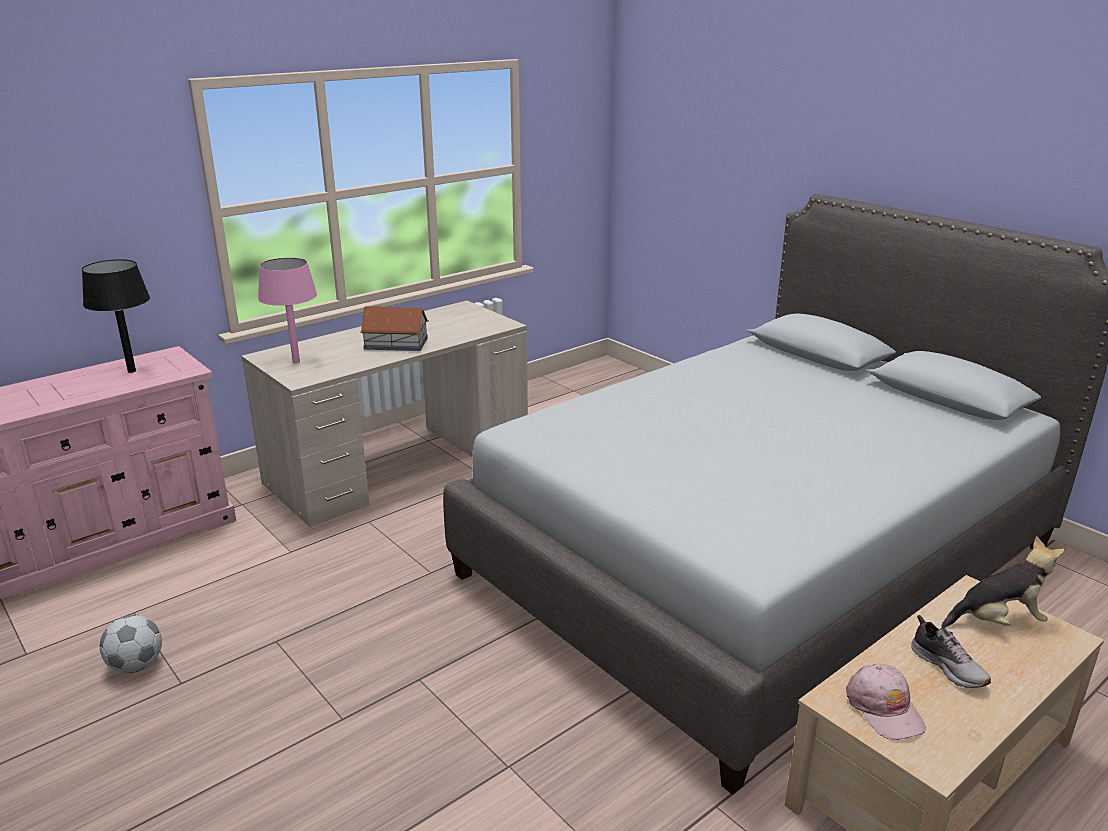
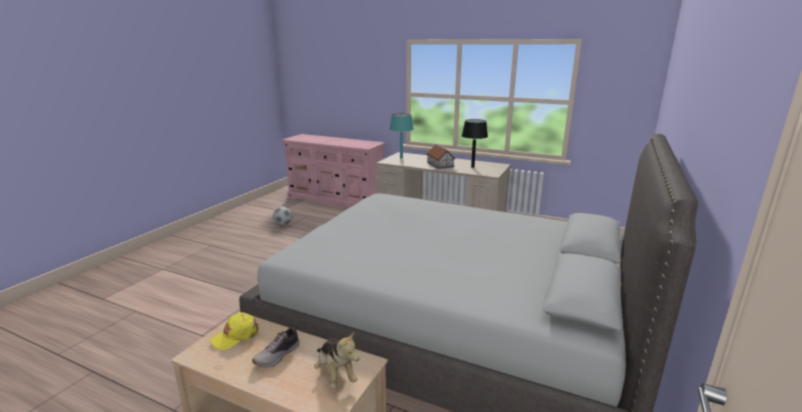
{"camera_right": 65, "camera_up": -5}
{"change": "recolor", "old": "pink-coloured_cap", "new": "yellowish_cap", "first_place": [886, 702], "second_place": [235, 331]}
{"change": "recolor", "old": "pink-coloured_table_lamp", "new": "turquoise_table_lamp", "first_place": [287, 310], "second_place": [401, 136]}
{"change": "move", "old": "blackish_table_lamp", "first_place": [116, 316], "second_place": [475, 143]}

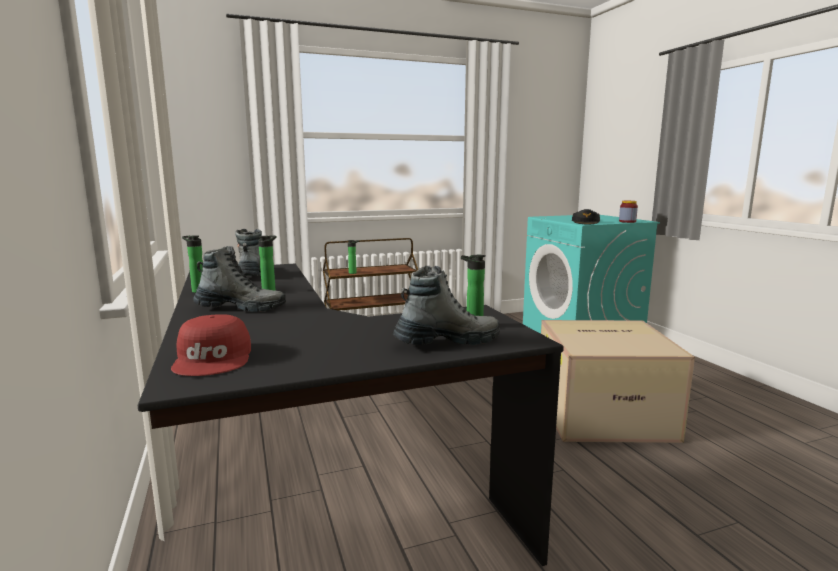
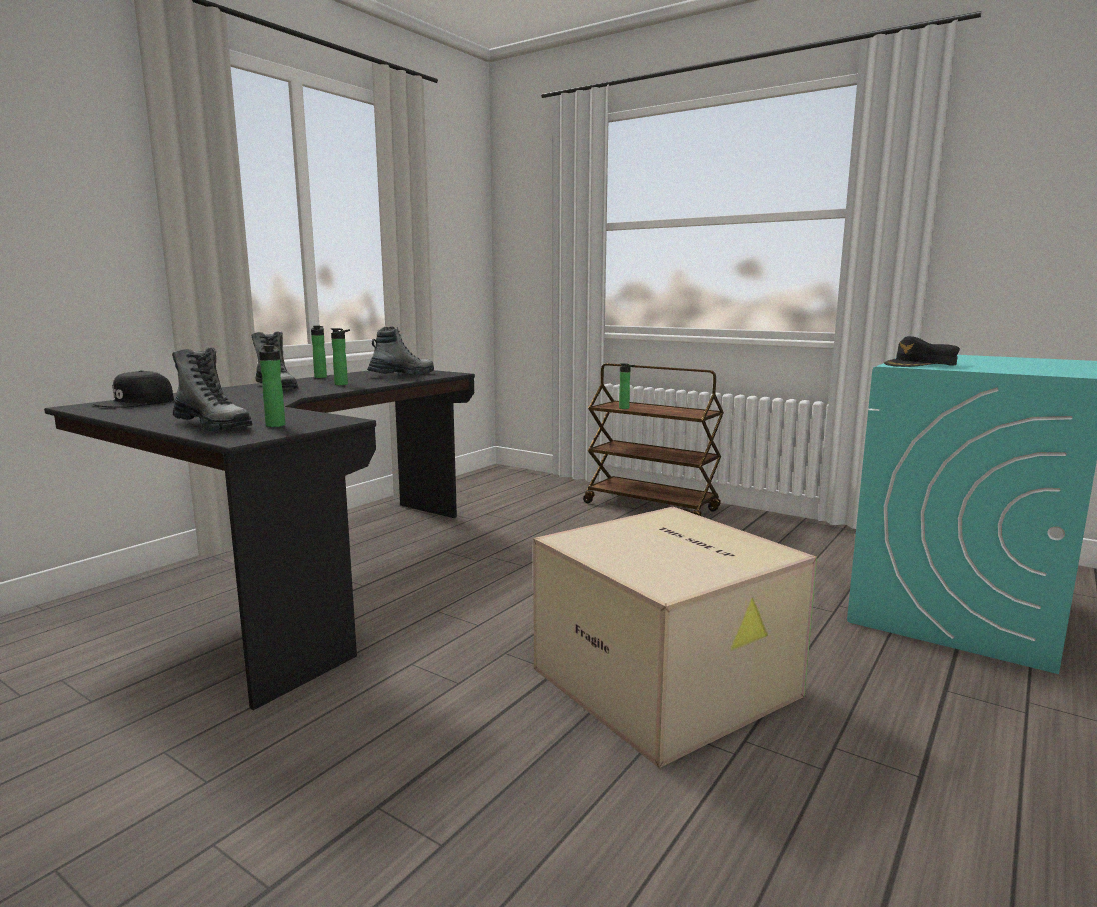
{"camera_right": 55, "camera_up": 0}
{"change": "recolor", "old": "red_cap", "new": "blackish_cap", "first_place": [211, 345], "second_place": [133, 389]}
{"change": "delete", "old": "storage_jar", "first_place": [628, 212]}

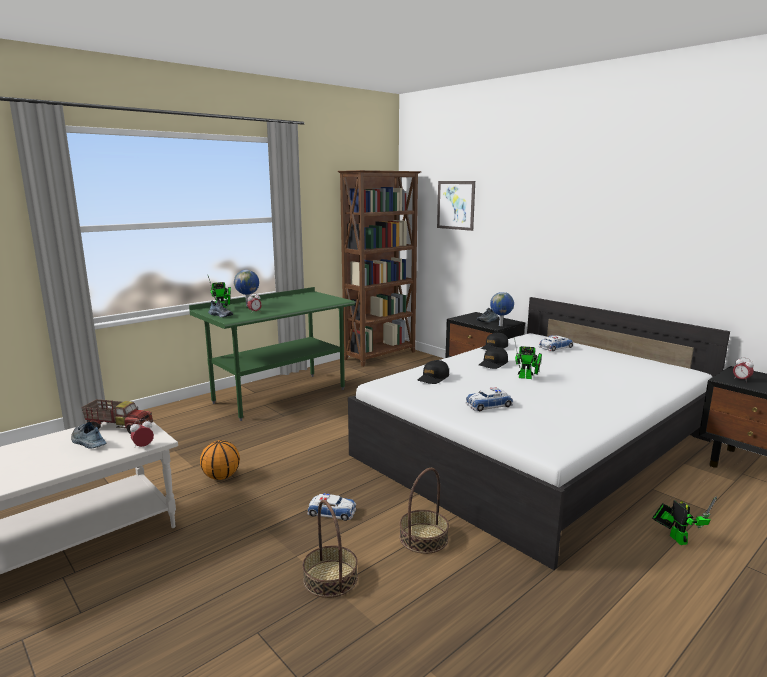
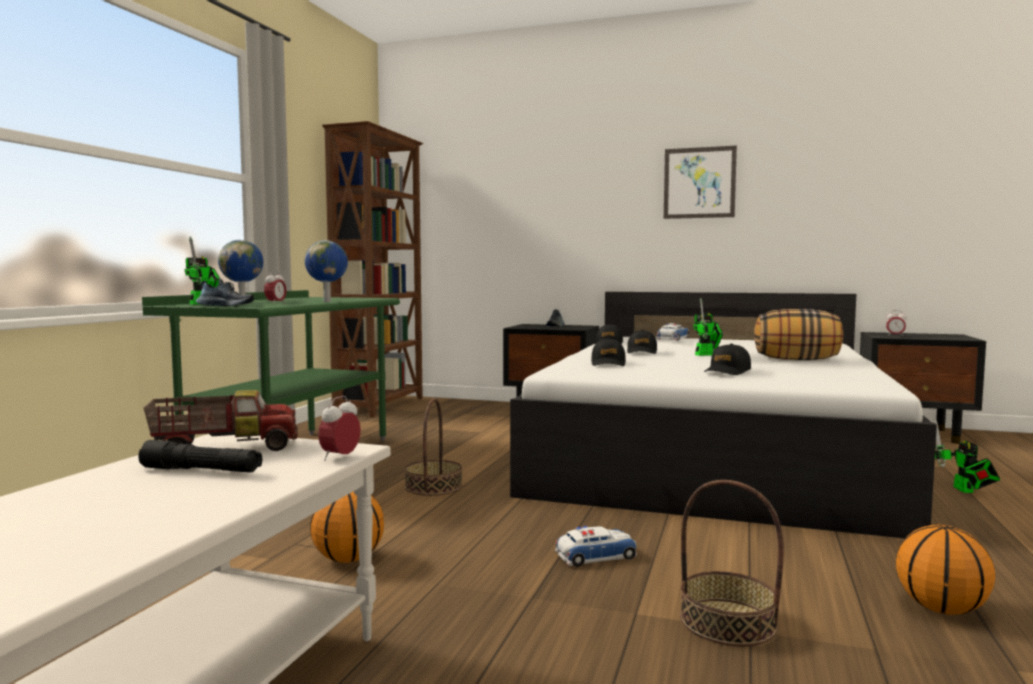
{"camera_right": -30, "camera_up": -10}
{"change": "replace", "old": "item_of_footwear", "new": "blackish_flashlight", "first_place": [88, 435], "second_place": [200, 456]}
{"change": "move", "old": "world_globe", "first_place": [502, 309], "second_place": [326, 271]}
{"change": "move", "old": "basket", "first_place": [424, 511], "second_place": [433, 447]}
{"change": "move", "old": "wall_picture", "first_place": [456, 206], "second_place": [700, 182]}
{"change": "replace", "old": "miniature_car", "new": "blackish_cap", "first_place": [489, 399], "second_place": [727, 359]}
{"change": "insert", "new": "cushion", "second_place": [798, 334]}
{"change": "insert", "new": "ball_for_basketball", "second_place": [945, 570]}
{"change": "rotate", "old": "model_robot", "first_place": [684, 520], "second_place": [966, 456], "degrees": -135}

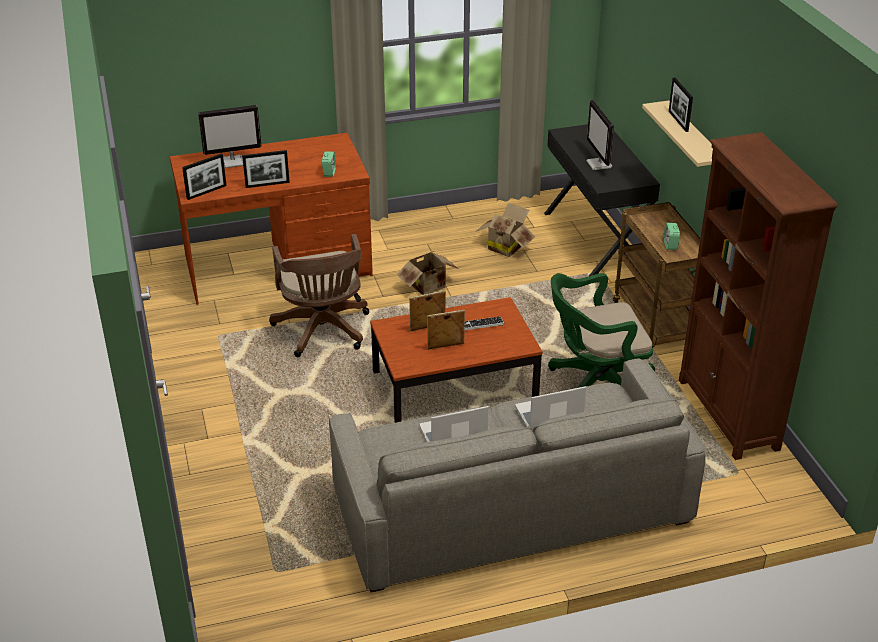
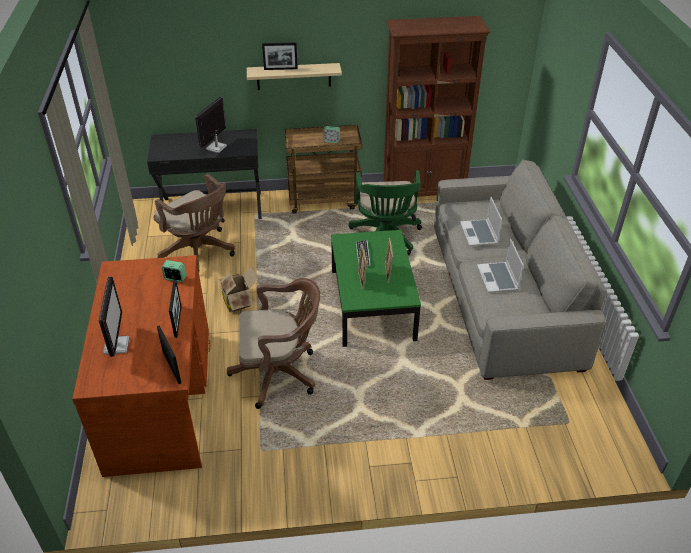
{"camera_right": -80, "camera_up": 5}
{"change": "replace", "old": "packing_box", "new": "brown_computer_chair", "first_place": [505, 230], "second_place": [194, 222]}
{"change": "rotate", "old": "computer_screen", "first_place": [600, 135], "second_place": [211, 125], "degrees": 120}
{"change": "recolor", "old": "brown_lounge_table", "new": "green-coloured_lounge_table", "first_place": [456, 360], "second_place": [376, 288]}

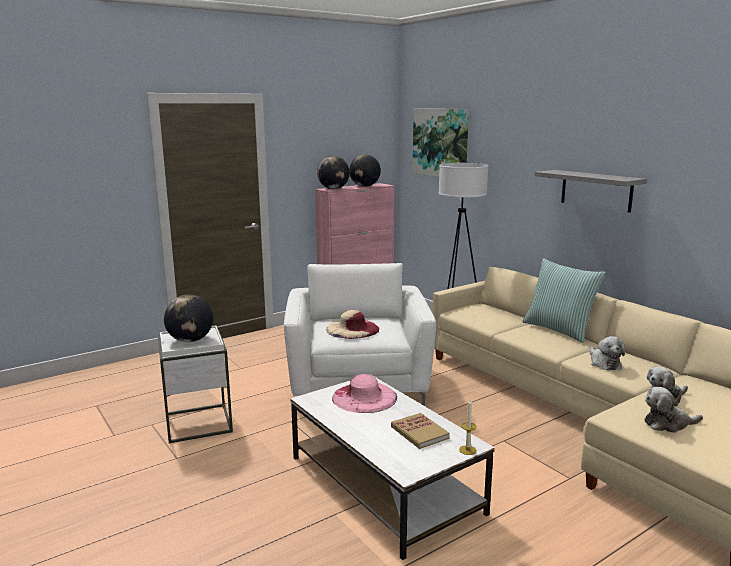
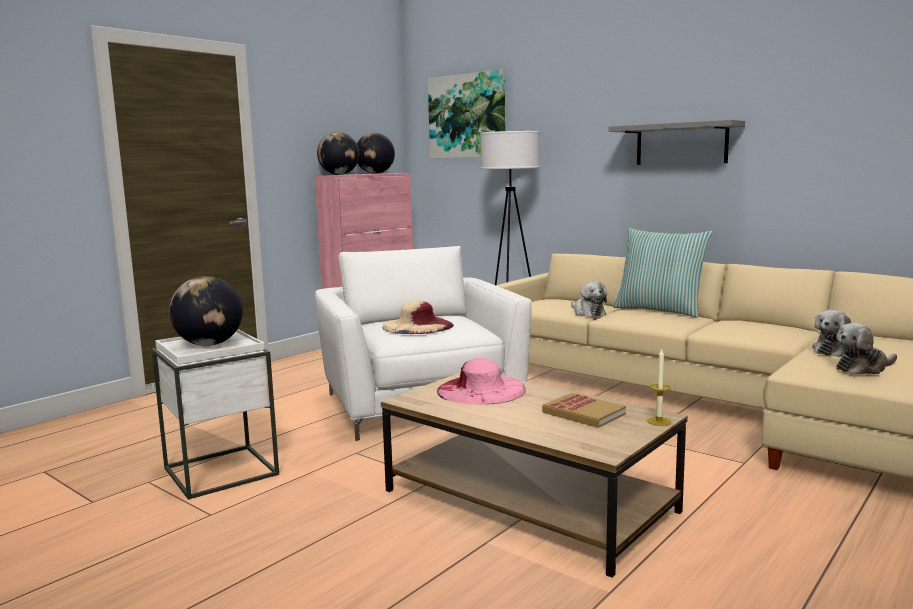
{"camera_right": -15, "camera_up": -5}
{"change": "recolor", "old": "whitish_lounge_table", "new": "brown_lounge_table", "first_place": [392, 467], "second_place": [534, 475]}
{"change": "move", "old": "plush_toy", "first_place": [607, 353], "second_place": [589, 299]}

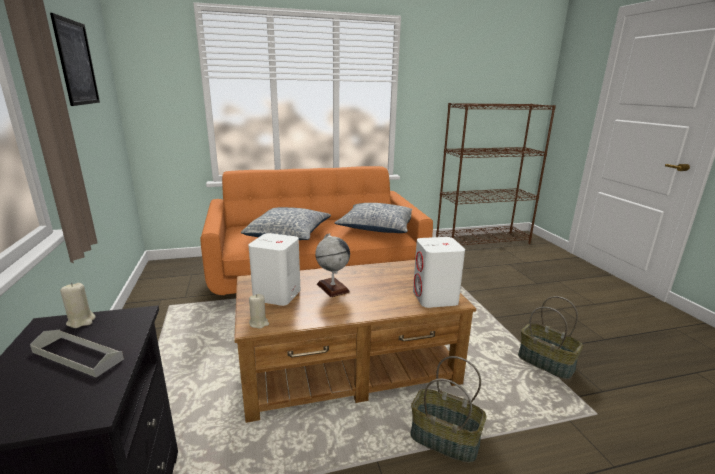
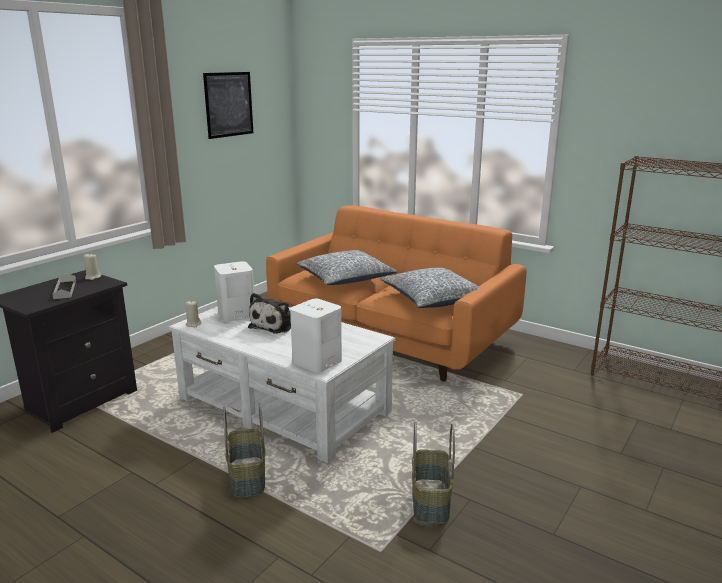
{"camera_right": 50, "camera_up": 0}
{"change": "recolor", "old": "brown_lounge_table", "new": "whitish_lounge_table", "first_place": [355, 341], "second_place": [282, 384]}
{"change": "replace", "old": "world_globe", "new": "plush_toy", "first_place": [332, 265], "second_place": [269, 313]}

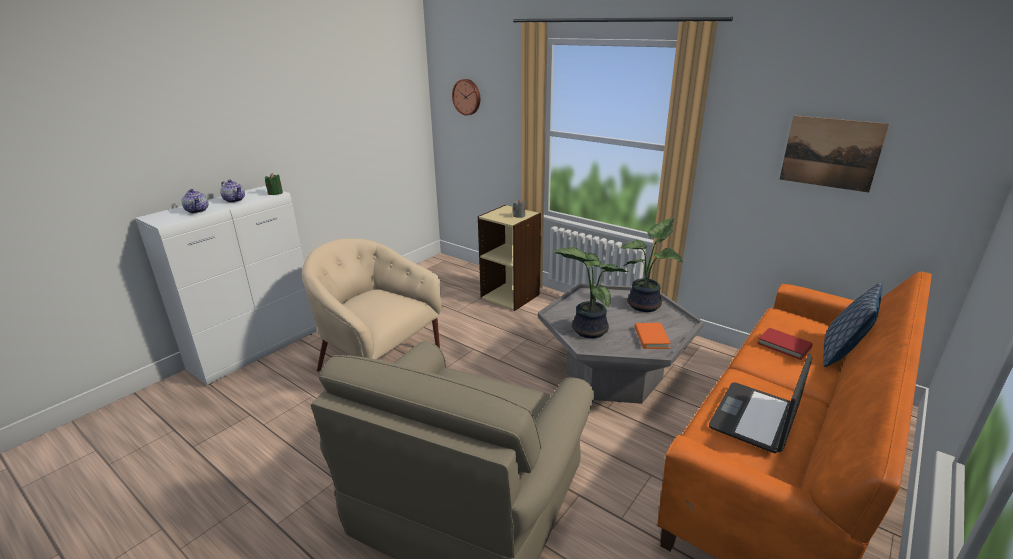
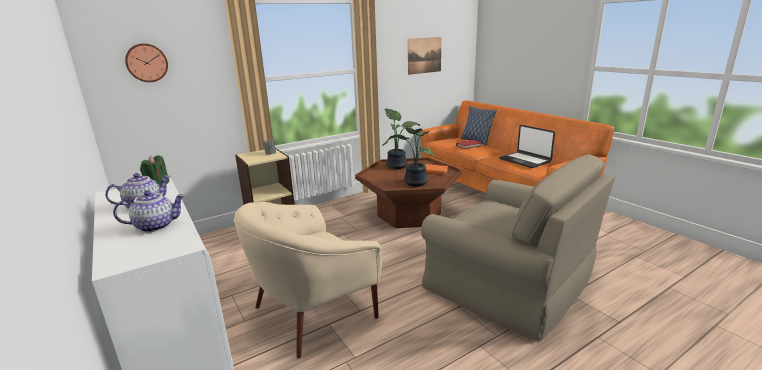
{"camera_right": -70, "camera_up": -5}
{"change": "recolor", "old": "grey_lounge_table", "new": "brown_lounge_table", "first_place": [621, 344], "second_place": [409, 192]}

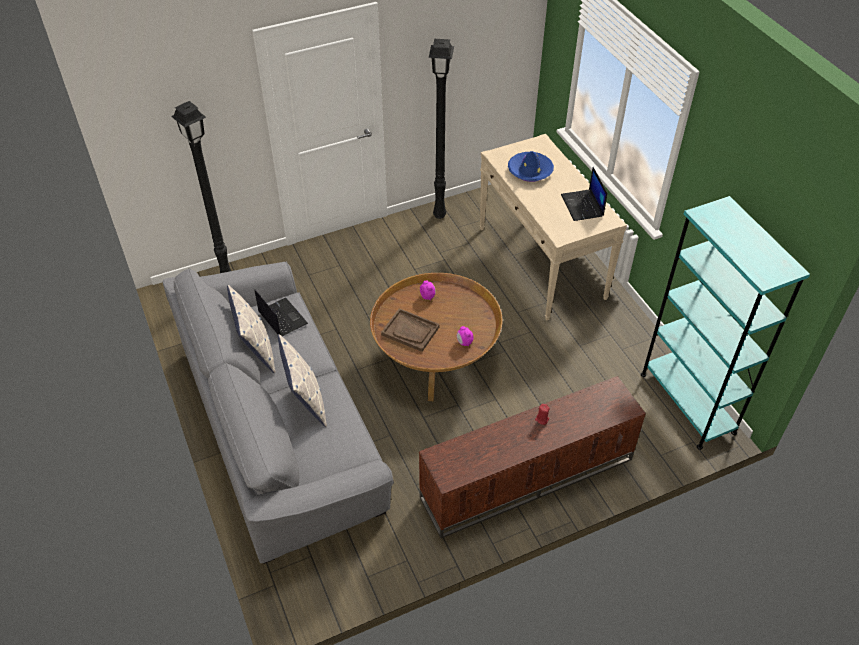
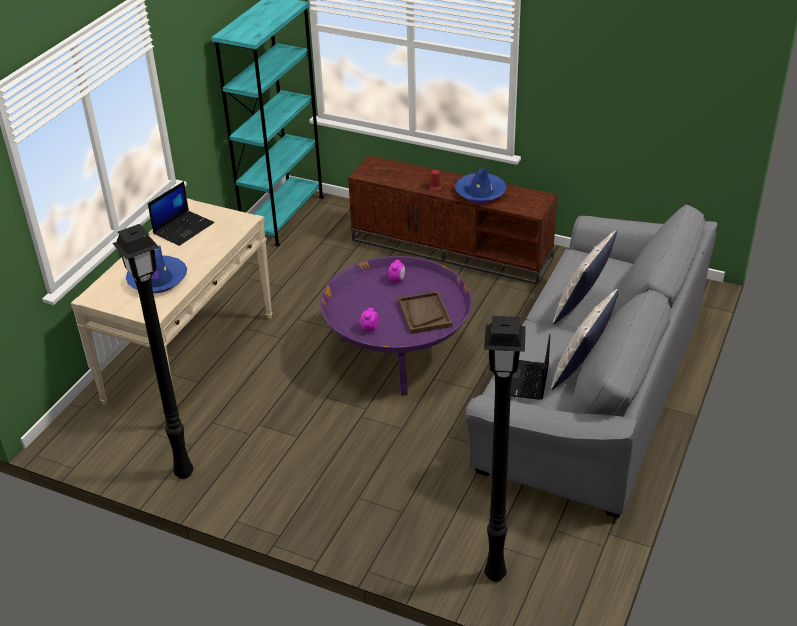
{"camera_right": -130, "camera_up": -10}
{"change": "recolor", "old": "brown_lounge_table", "new": "purple_lounge_table", "first_place": [436, 337], "second_place": [396, 326]}
{"change": "insert", "new": "bluish_clothing_hat", "second_place": [481, 185]}

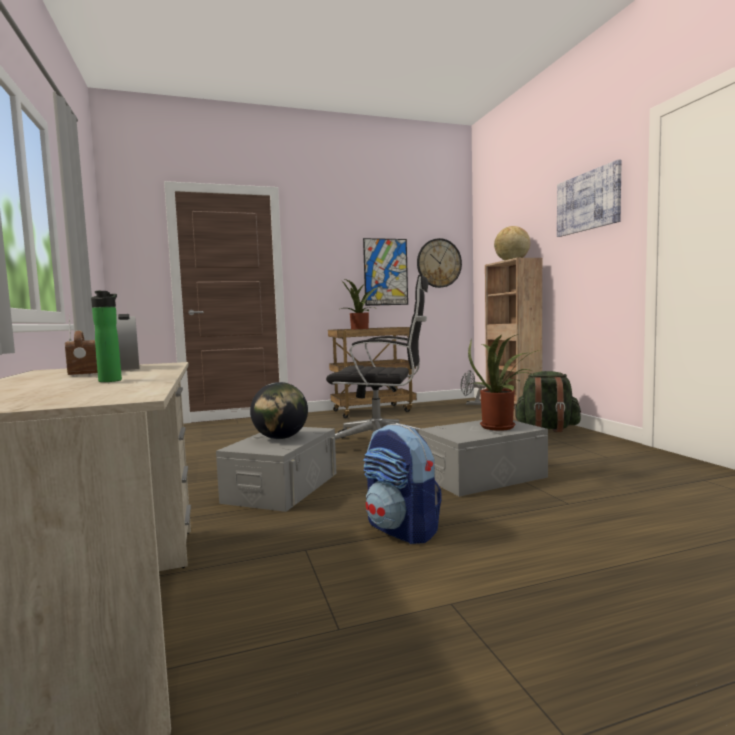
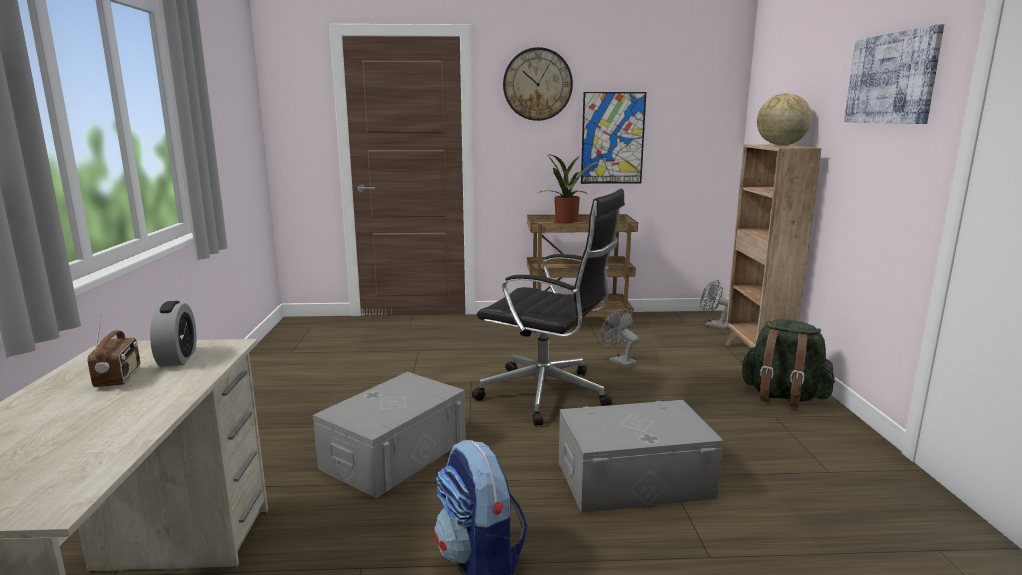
{"camera_right": 15, "camera_up": 10}
{"change": "move", "old": "hanging_clock", "first_place": [439, 263], "second_place": [538, 84]}
{"change": "insert", "new": "grey_electric_fan", "second_place": [620, 338]}
{"change": "delete", "old": "drink_bottle", "first_place": [106, 336]}
{"change": "delete", "old": "world_globe", "first_place": [279, 410]}
{"change": "delete", "old": "houseplant", "first_place": [503, 382]}

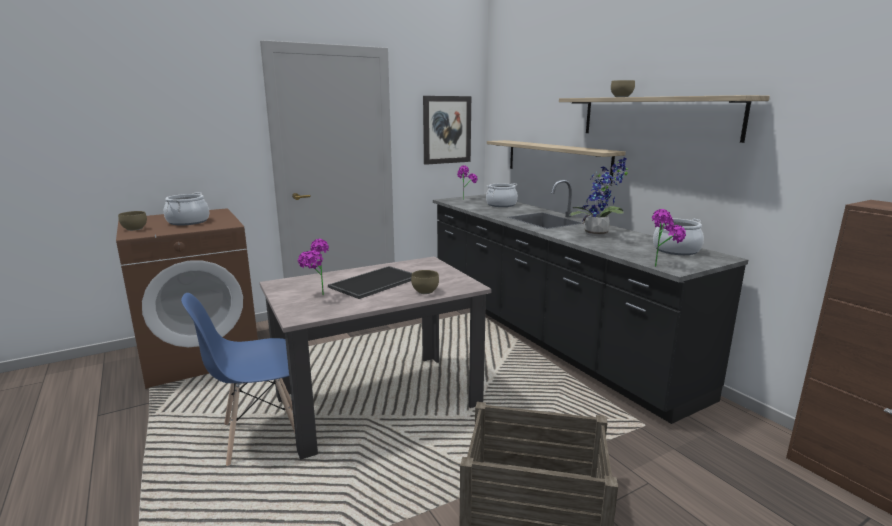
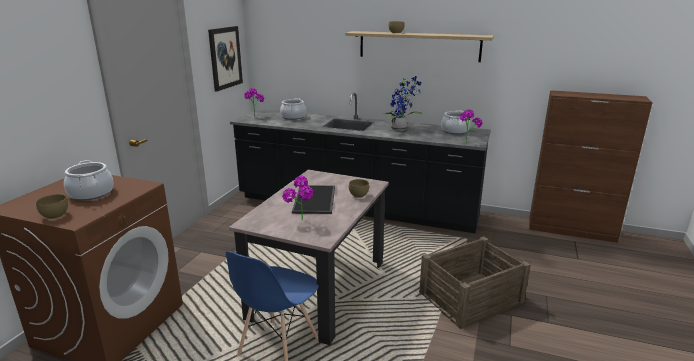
{"camera_right": -40, "camera_up": 5}
{"change": "delete", "old": "shelf", "first_place": [556, 163]}

